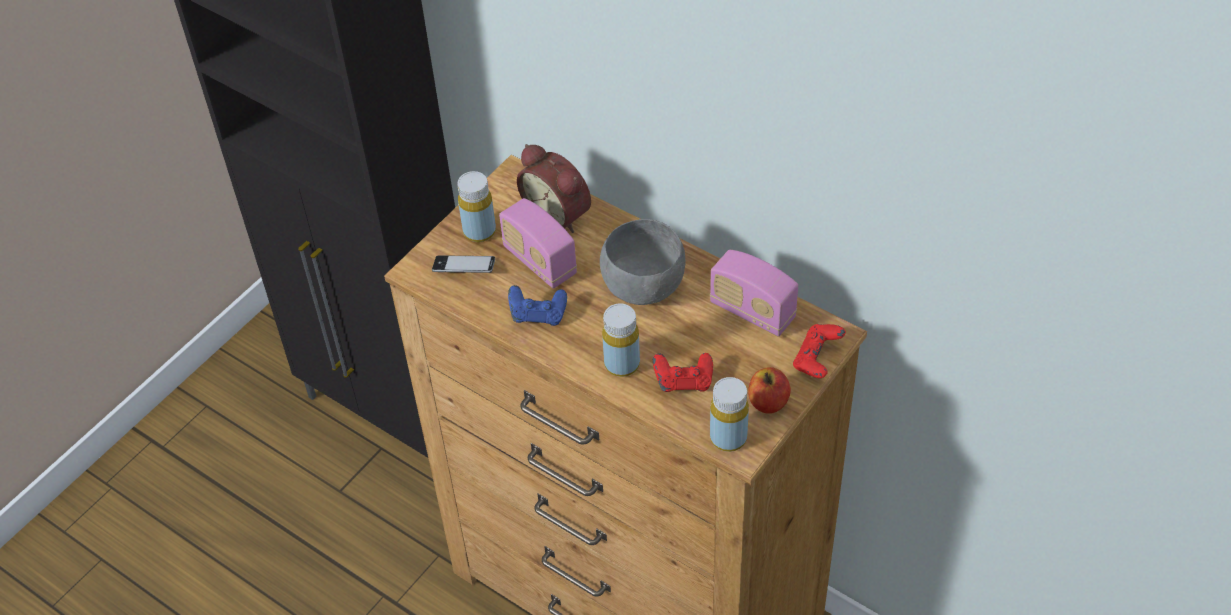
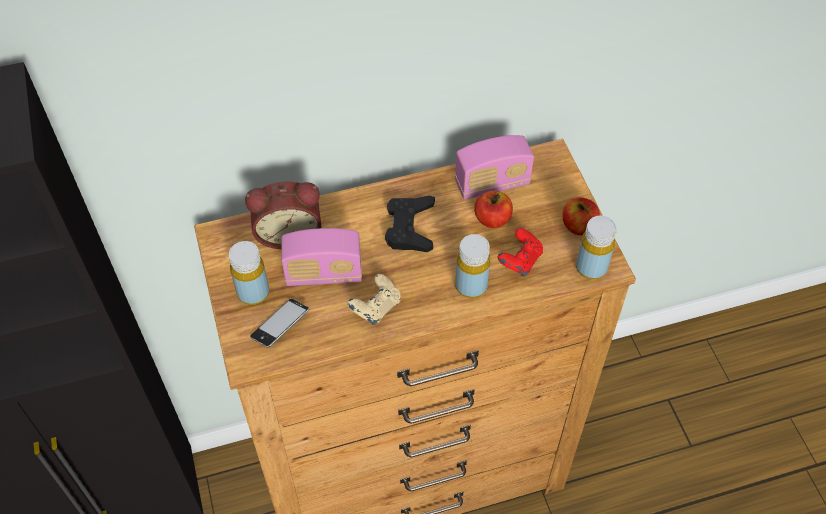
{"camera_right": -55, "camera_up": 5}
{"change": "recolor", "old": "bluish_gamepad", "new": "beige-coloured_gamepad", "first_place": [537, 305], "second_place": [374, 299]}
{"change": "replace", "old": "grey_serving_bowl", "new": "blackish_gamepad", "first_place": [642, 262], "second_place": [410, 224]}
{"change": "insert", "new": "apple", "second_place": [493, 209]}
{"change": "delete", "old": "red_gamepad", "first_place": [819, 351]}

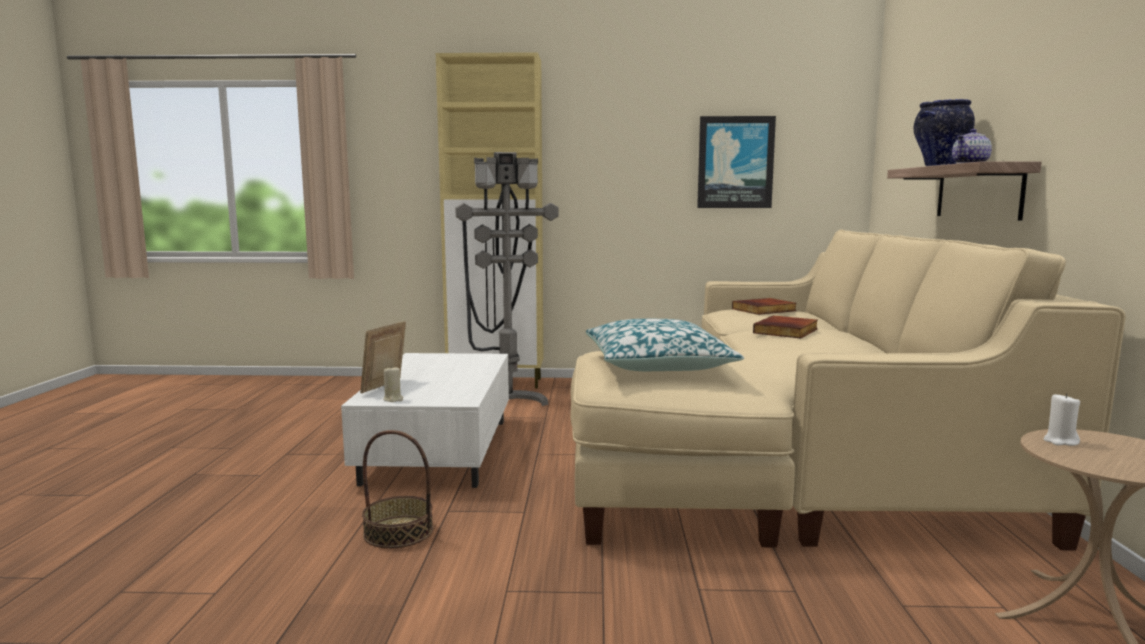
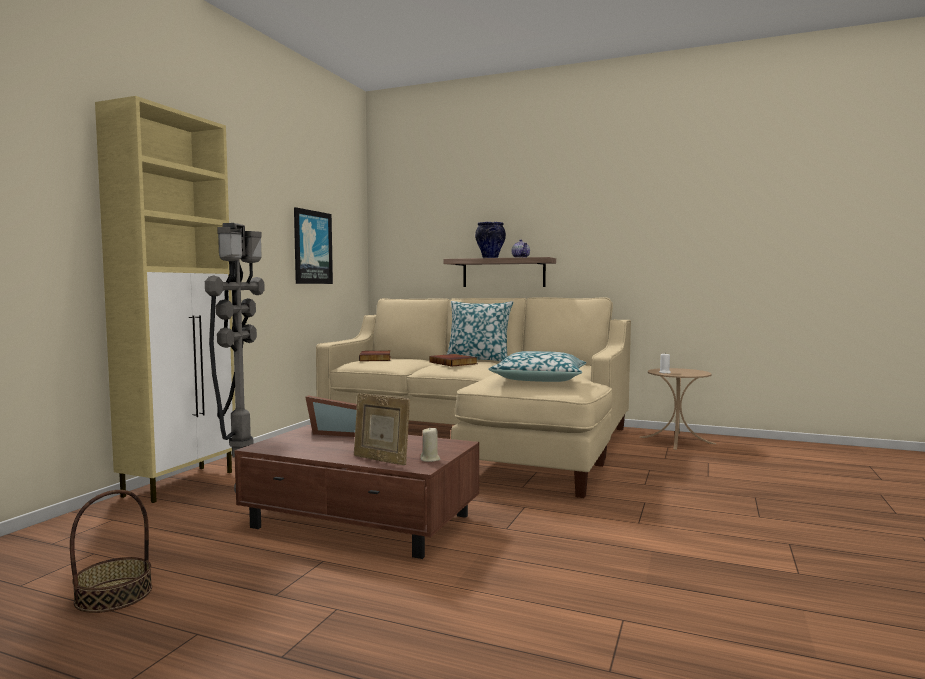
{"camera_right": -70, "camera_up": -5}
{"change": "move", "old": "basket", "first_place": [397, 489], "second_place": [111, 551]}
{"change": "recolor", "old": "whitish_lounge_table", "new": "brown_lounge_table", "first_place": [425, 420], "second_place": [356, 492]}
{"change": "insert", "new": "standing_frame", "second_place": [331, 416]}
{"change": "insert", "new": "cushion", "second_place": [480, 331]}

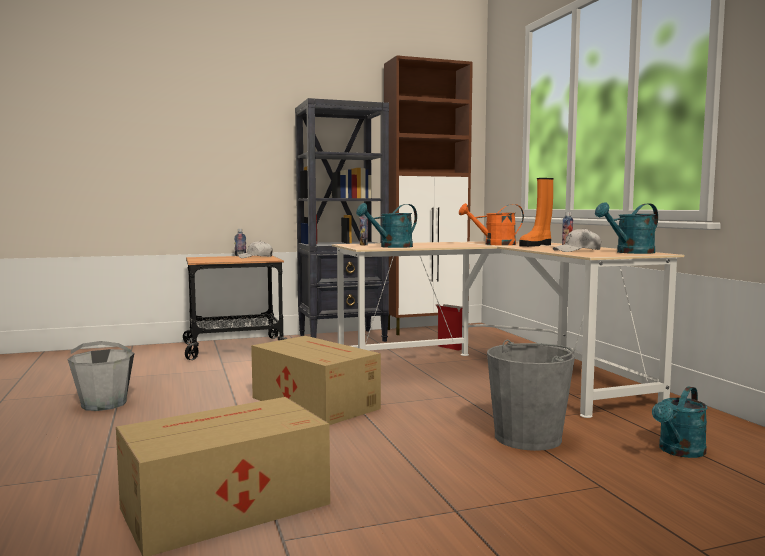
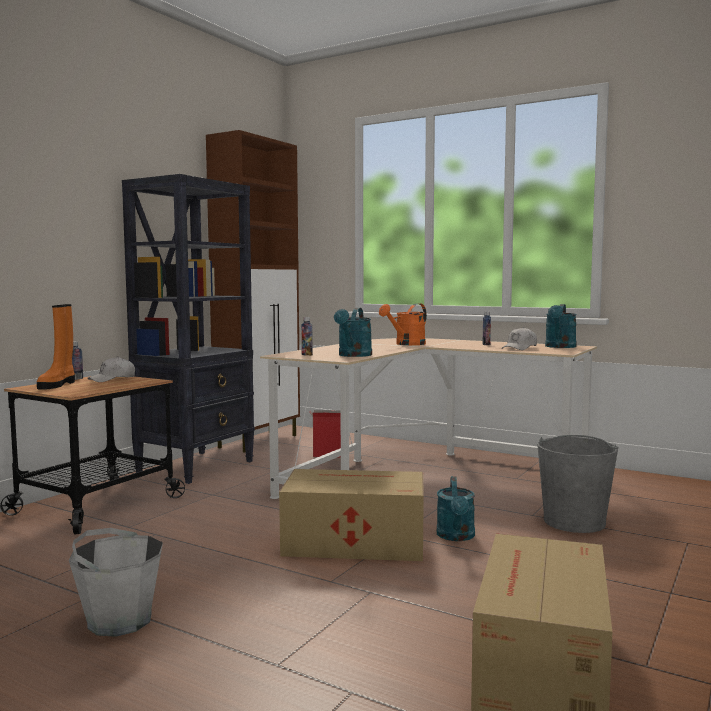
{"camera_right": -40, "camera_up": 0}
{"change": "move", "old": "orangey_high-top_boot", "first_place": [536, 212], "second_place": [56, 347]}
{"change": "move", "old": "turquoise_watering_pot", "first_place": [680, 422], "second_place": [456, 508]}

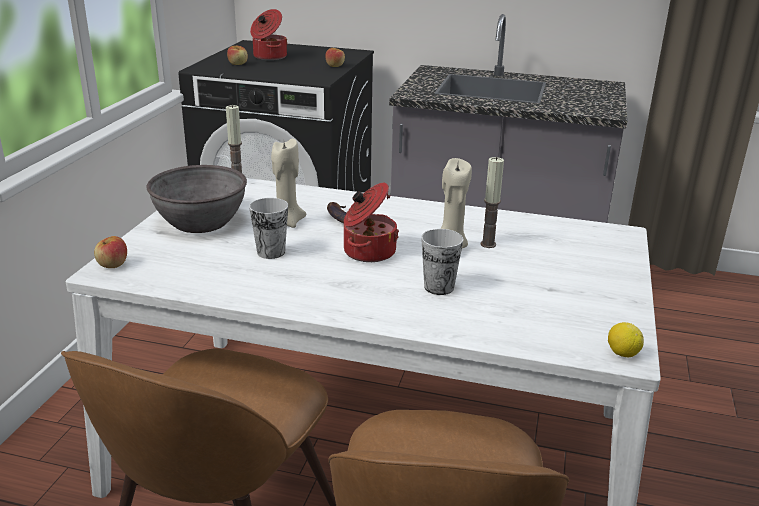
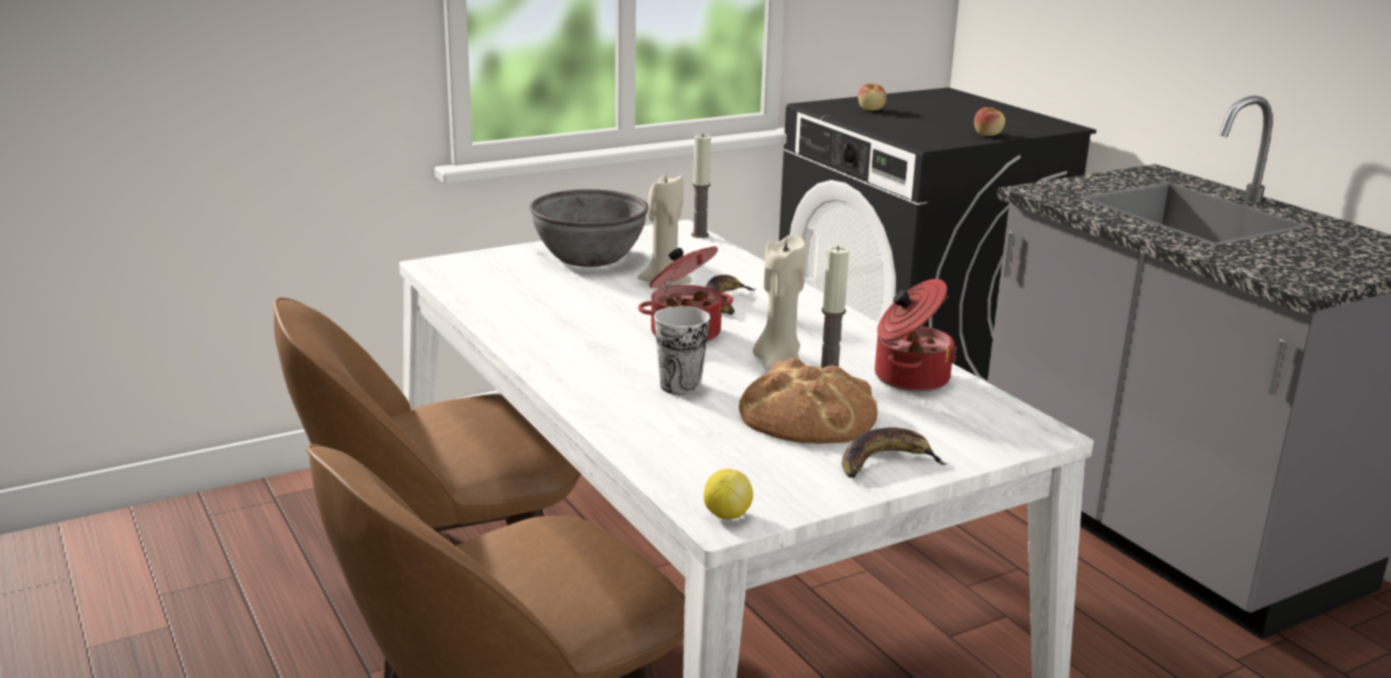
{"camera_right": 45, "camera_up": -5}
{"change": "insert", "new": "bread", "second_place": [808, 400]}
{"change": "insert", "new": "banana", "second_place": [895, 452]}
{"change": "move", "old": "saucepot", "first_place": [268, 34], "second_place": [916, 335]}
{"change": "delete", "old": "apple", "first_place": [110, 252]}
{"change": "delete", "old": "drinking_cup", "first_place": [268, 228]}

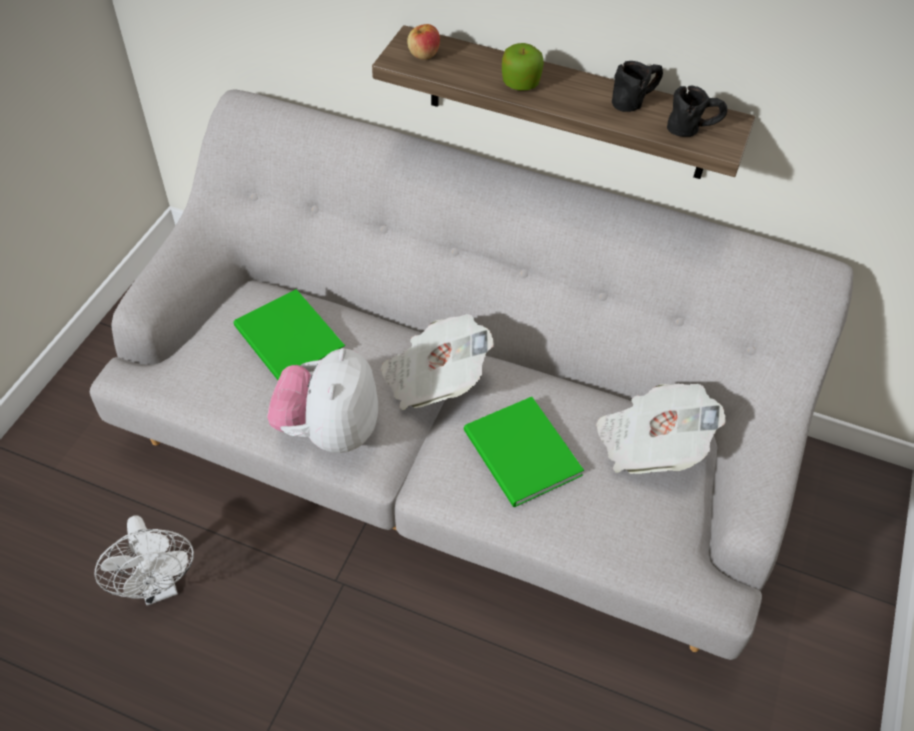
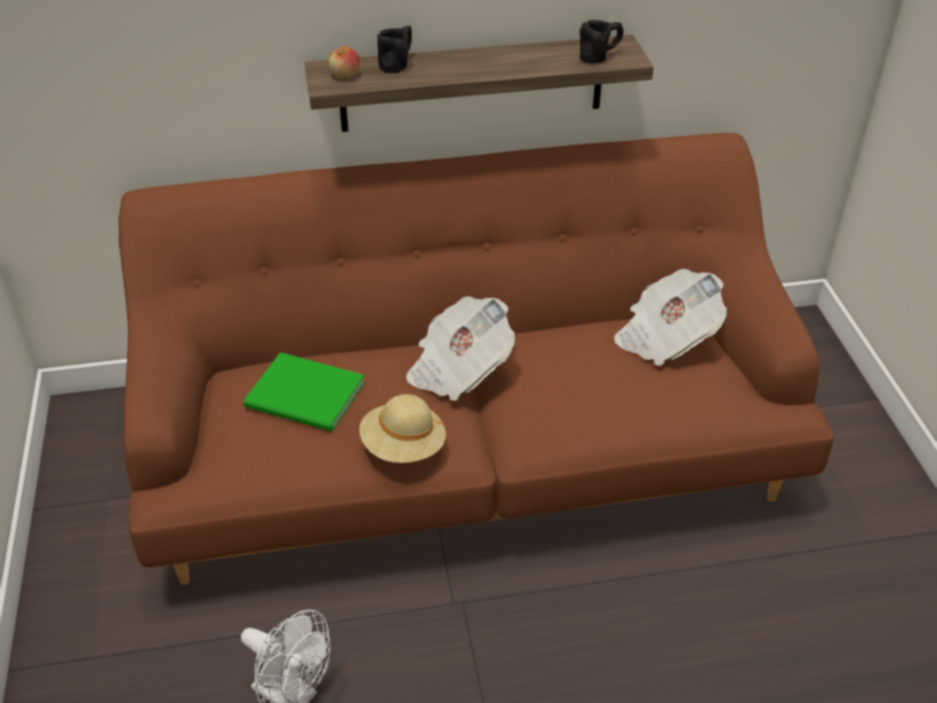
{"camera_right": -30, "camera_up": -10}
{"change": "recolor", "old": "grey_couch", "new": "brown_couch", "first_place": [471, 375], "second_place": [476, 359]}
{"change": "replace", "old": "plush_toy", "new": "beige-coloured_clothing_hat", "first_place": [322, 400], "second_place": [402, 428]}
{"change": "move", "old": "blackish_coffee_mug", "first_place": [637, 86], "second_place": [394, 49]}
{"change": "delete", "old": "green-coloured_book", "first_place": [524, 452]}
{"change": "delete", "old": "apple", "first_place": [523, 67]}

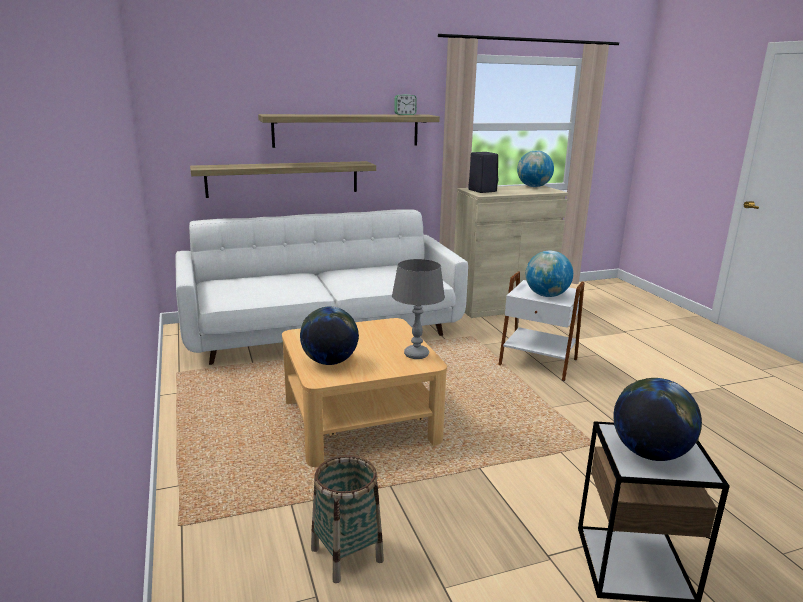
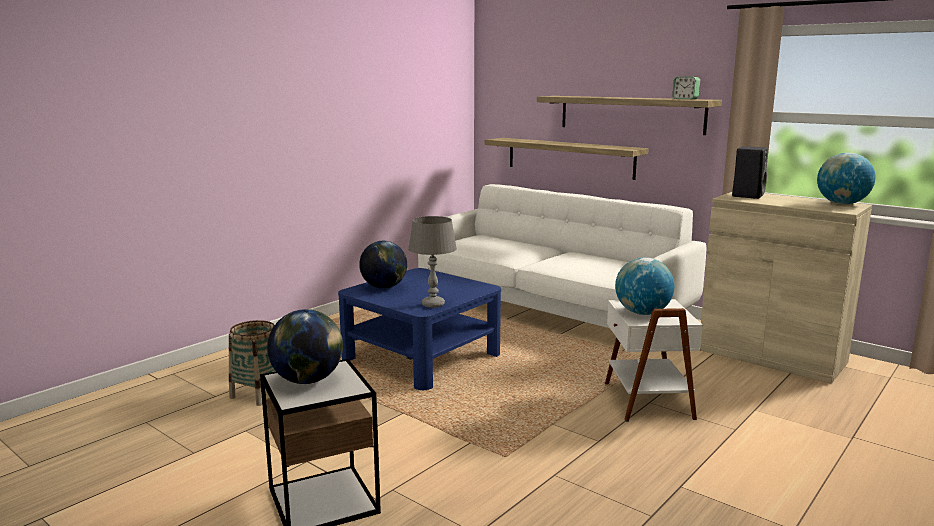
{"camera_right": 60, "camera_up": -5}
{"change": "recolor", "old": "beige-coloured_lounge_table", "new": "bluish_lounge_table", "first_place": [364, 392], "second_place": [419, 329]}

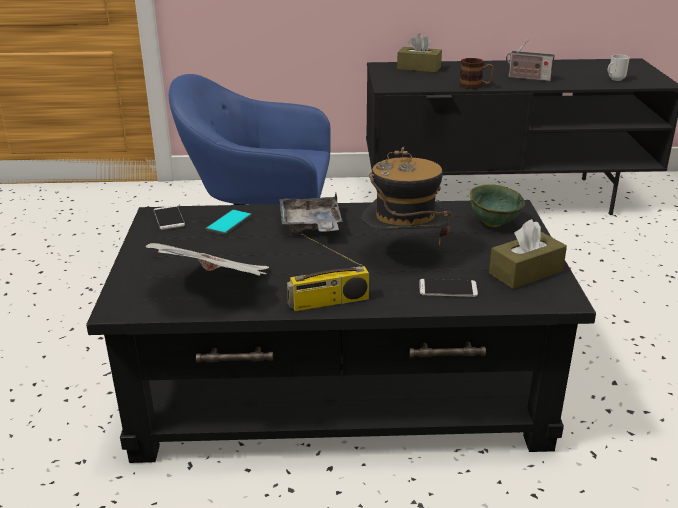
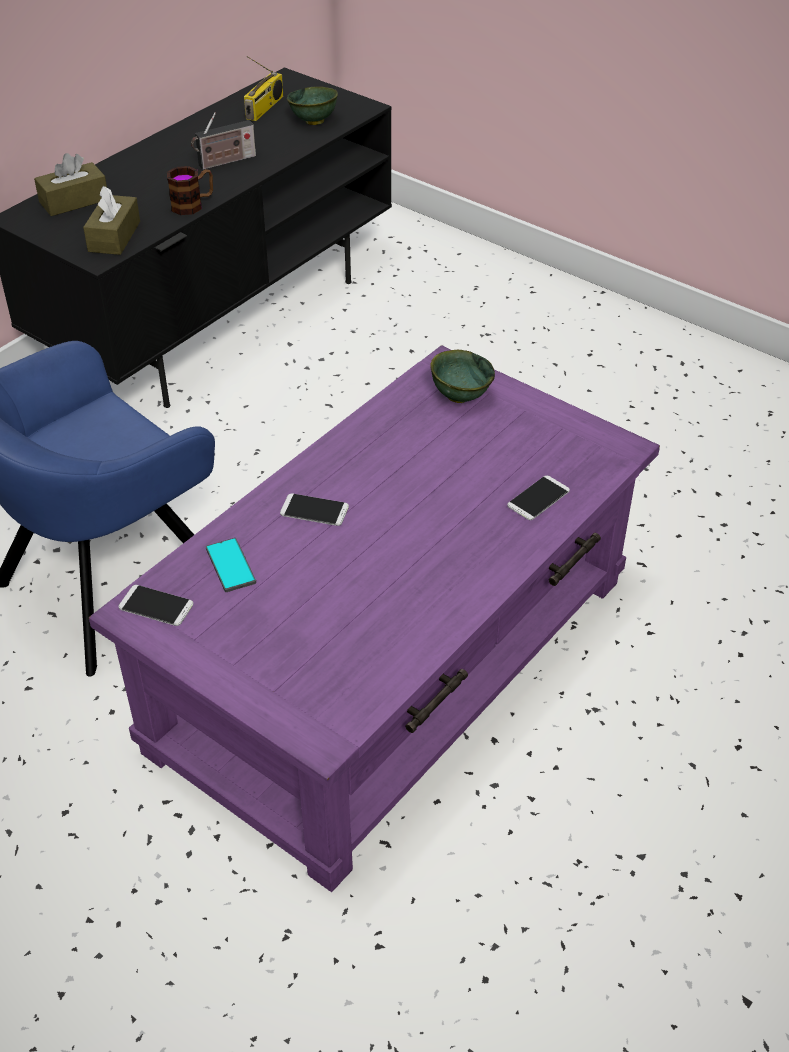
{"camera_right": -50, "camera_up": 15}
{"change": "move", "old": "brown_box_of_tissues", "first_place": [528, 254], "second_place": [111, 220]}
{"change": "recolor", "old": "blackish_lounge_table", "new": "purple_lounge_table", "first_place": [341, 331], "second_place": [374, 618]}
{"change": "move", "old": "radio_receiver", "first_place": [328, 272], "second_place": [263, 88]}
{"change": "replace", "old": "grey_carrying_tray", "new": "telephone", "first_place": [310, 212], "second_place": [314, 509]}
{"change": "replace", "old": "coffee_mug", "new": "green-coloured_serving_bowl", "first_place": [618, 68], "second_place": [312, 105]}
{"change": "delete", "old": "printed_paper", "first_place": [207, 259]}
{"change": "delete", "old": "clothing_hat", "first_place": [407, 196]}

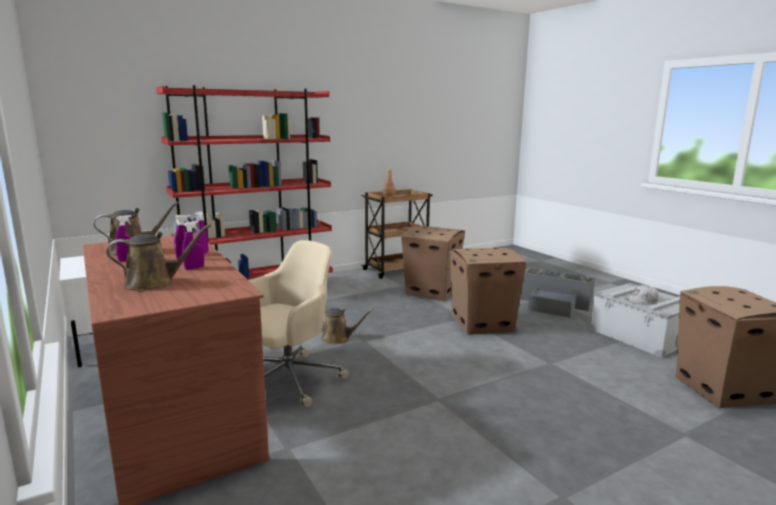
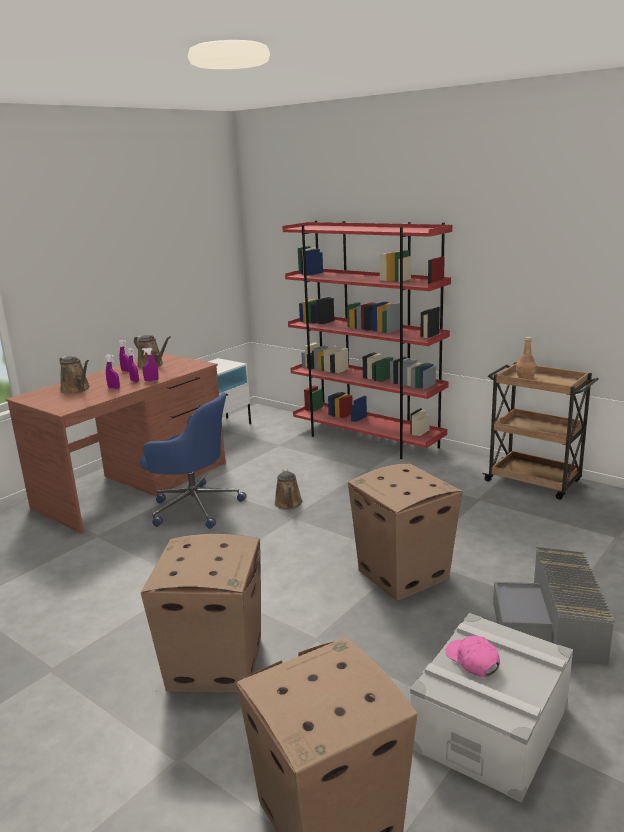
{"camera_right": 70, "camera_up": 5}
{"change": "recolor", "old": "beige-coloured_computer_chair", "new": "bluish_computer_chair", "first_place": [298, 323], "second_place": [193, 460]}
{"change": "move", "old": "packing_box", "first_place": [433, 263], "second_place": [201, 613]}
{"change": "recolor", "old": "whitish_cap", "new": "pink-coloured_cap", "first_place": [641, 294], "second_place": [472, 656]}

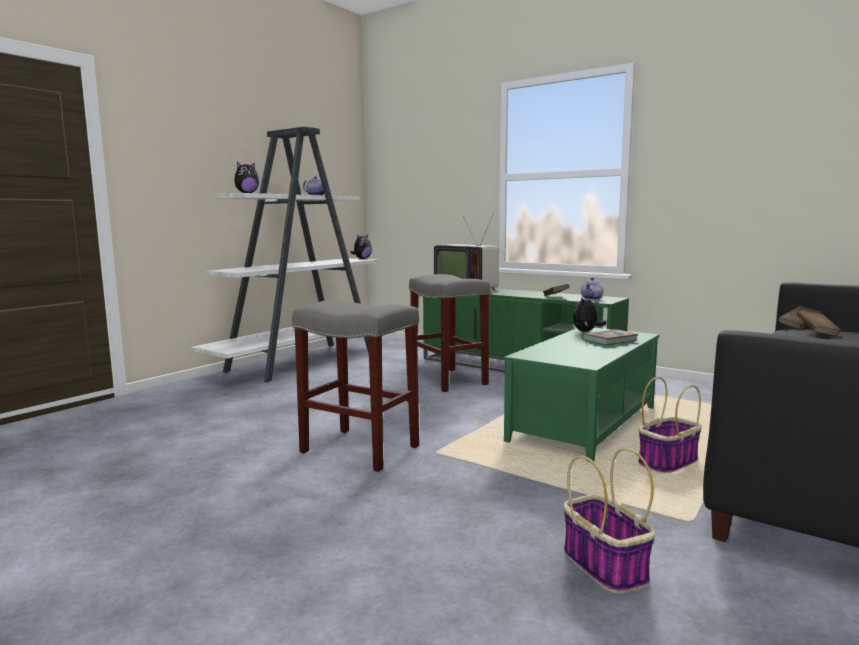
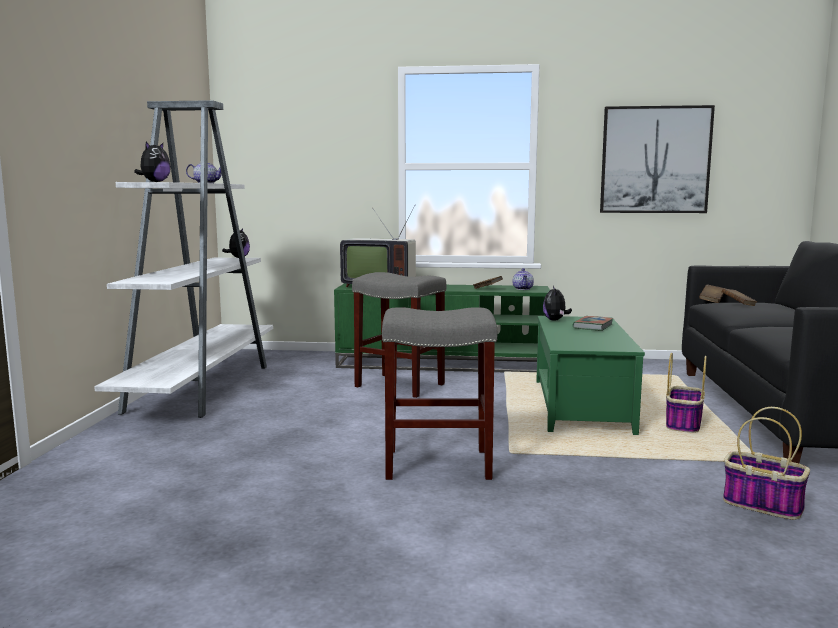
{"camera_right": -30, "camera_up": 0}
{"change": "insert", "new": "wall_picture", "second_place": [657, 159]}

